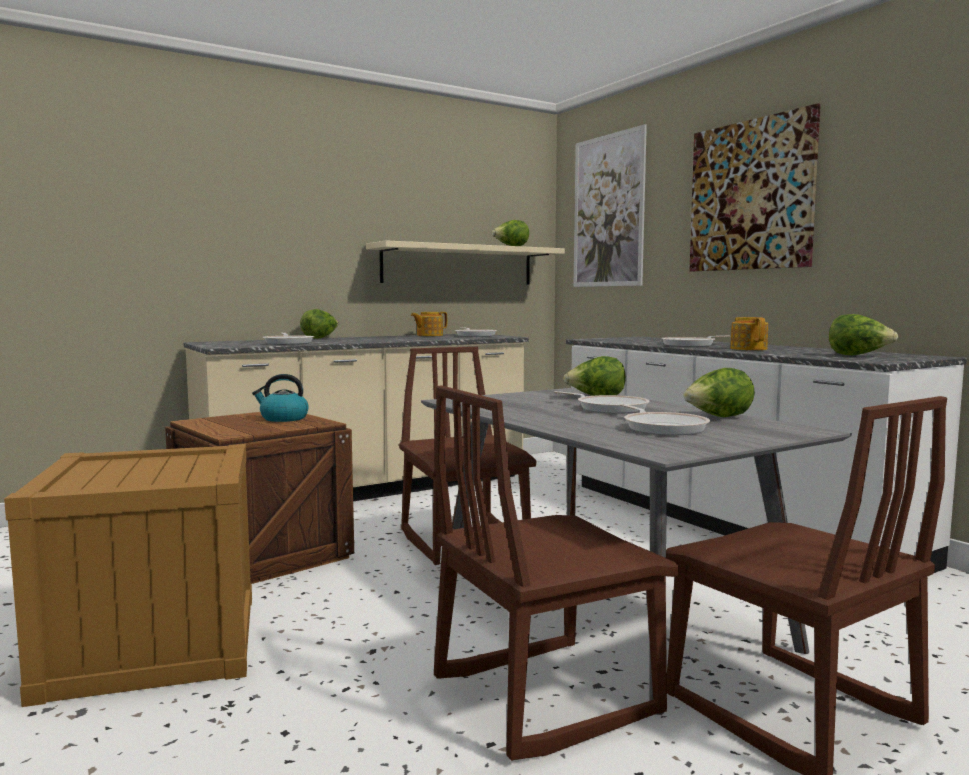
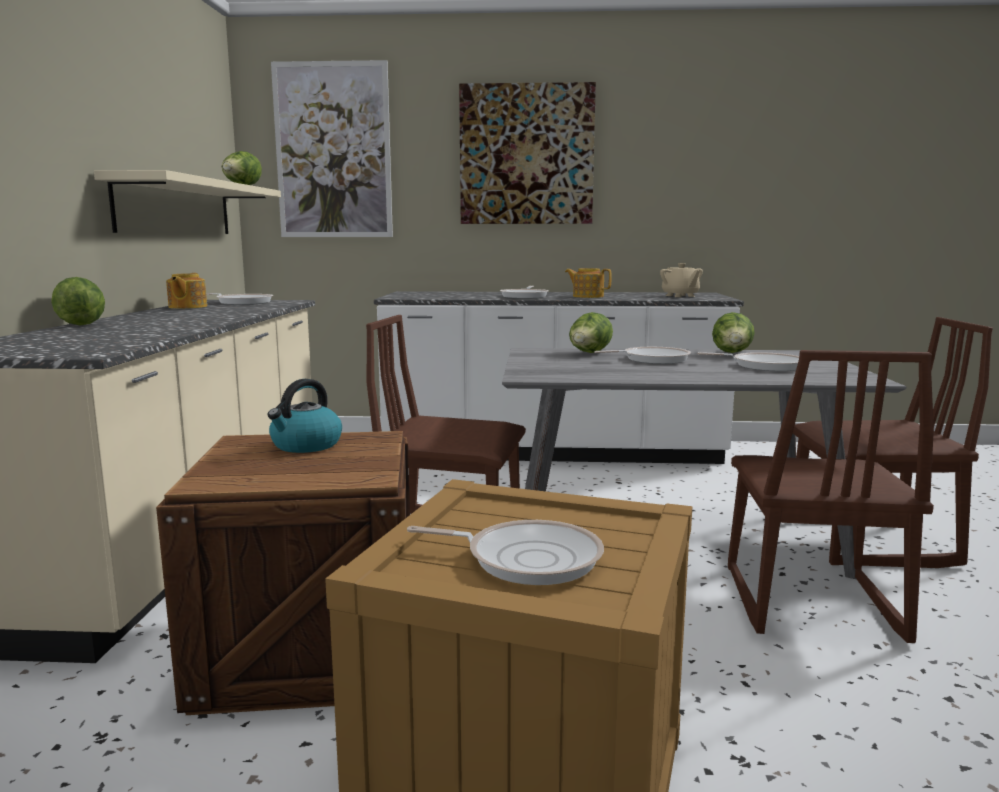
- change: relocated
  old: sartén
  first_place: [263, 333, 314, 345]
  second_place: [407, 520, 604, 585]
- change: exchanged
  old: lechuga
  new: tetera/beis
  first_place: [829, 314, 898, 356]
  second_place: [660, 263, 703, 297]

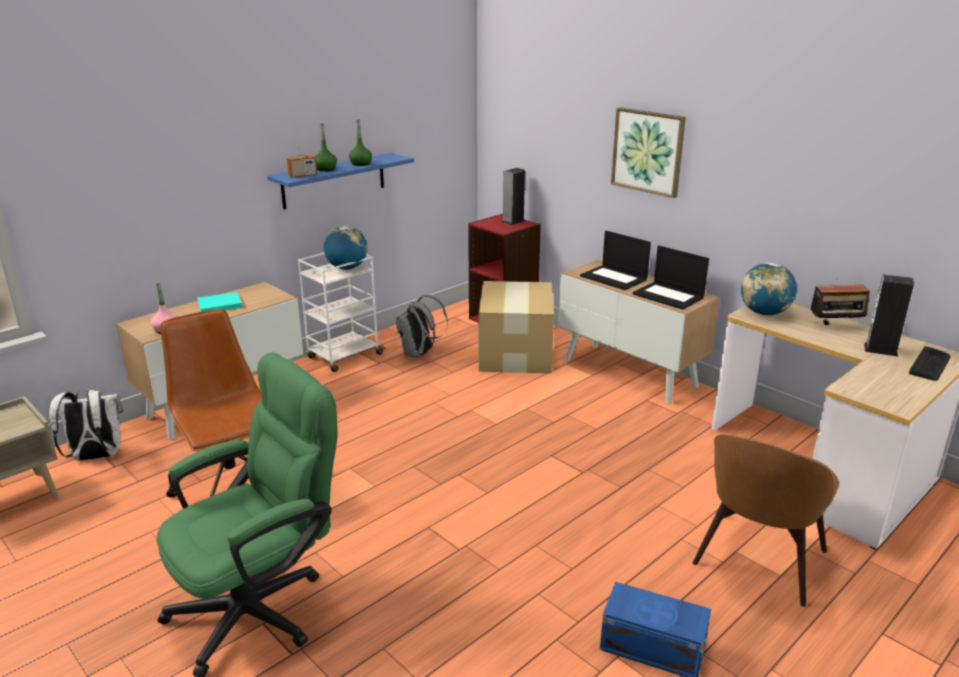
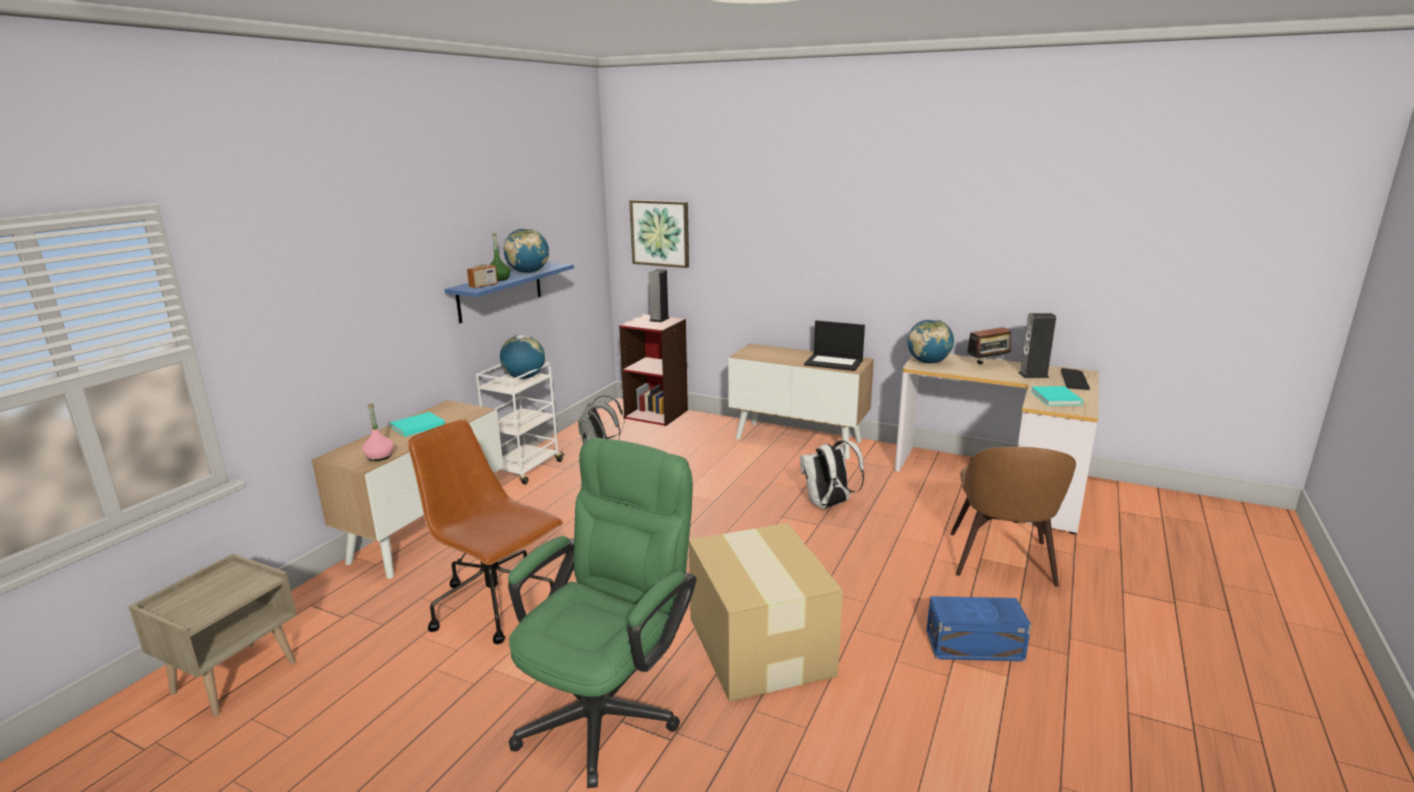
- change: relocated
  old: mochila/blanco
  first_place: [48, 390, 123, 461]
  second_place: [800, 440, 864, 509]
- change: exchanged
  old: botella/verde
  new: globo terráqueo
  first_place: [349, 119, 372, 166]
  second_place: [504, 228, 549, 273]
- change: relocated
  old: caja de cartón
  first_place: [479, 281, 554, 373]
  second_place: [689, 523, 843, 702]
- change: missing
  old: portátil
  first_place: [580, 231, 651, 290]
- change: relocated
  old: cuadro
  first_place: [611, 107, 686, 198]
  second_place: [629, 200, 689, 268]
- change: appeared
  new: libro/turquesa
  second_place: [1031, 386, 1083, 406]

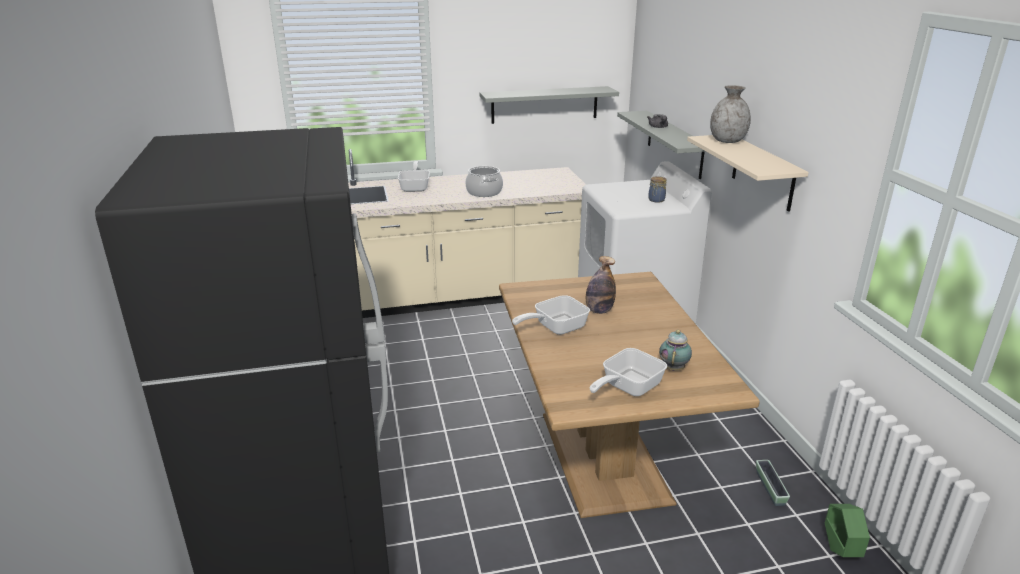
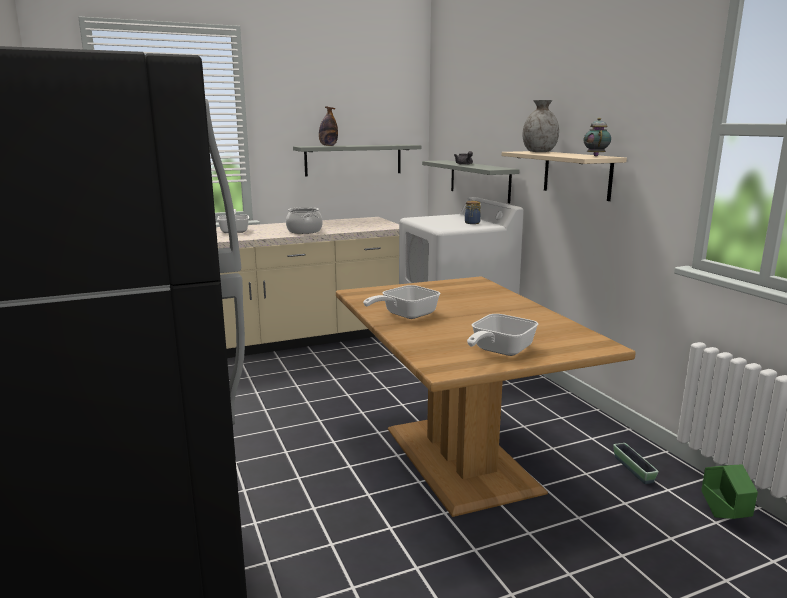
- change: relocated
  old: botella
  first_place: [586, 256, 616, 314]
  second_place: [319, 106, 338, 146]
- change: relocated
  old: tetera
  first_place: [659, 330, 692, 371]
  second_place: [584, 118, 611, 156]

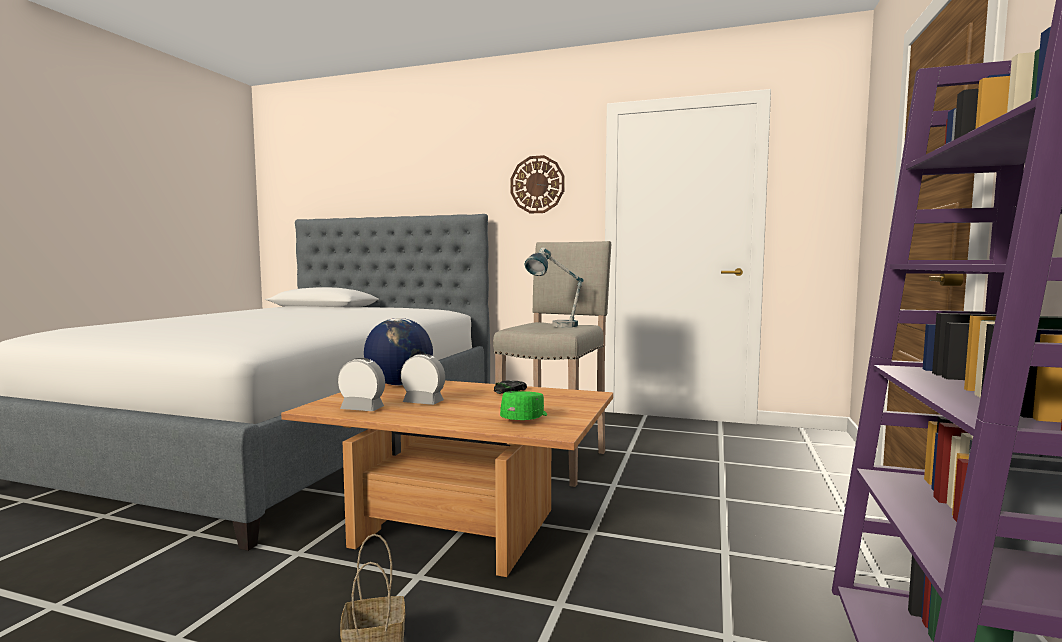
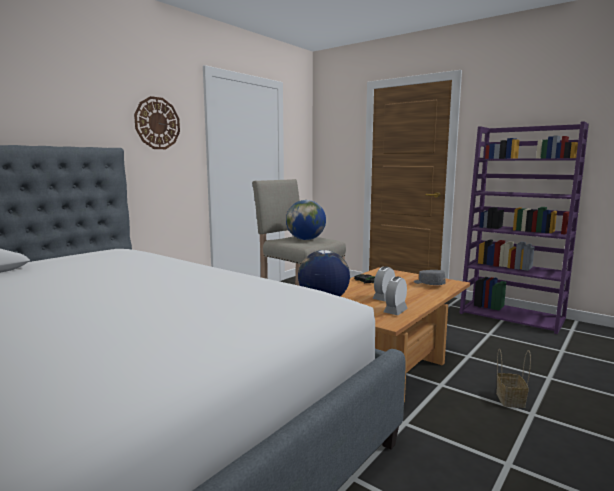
- change: colour
  old: gorra/verde
  new: gorra/gris
  first_place: [500, 391, 547, 420]
  second_place: [414, 270, 446, 285]
- change: exchanged
  old: lámpara de mesa
  new: globo terráqueo
  first_place: [524, 248, 584, 327]
  second_place: [286, 200, 326, 240]

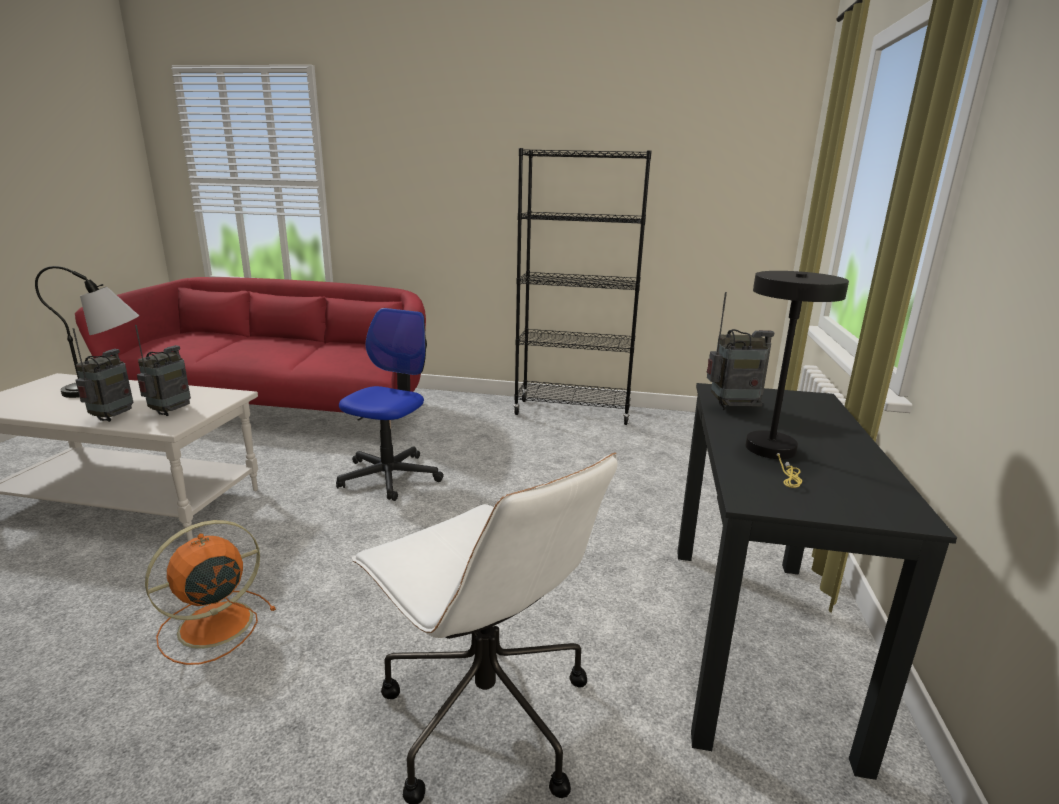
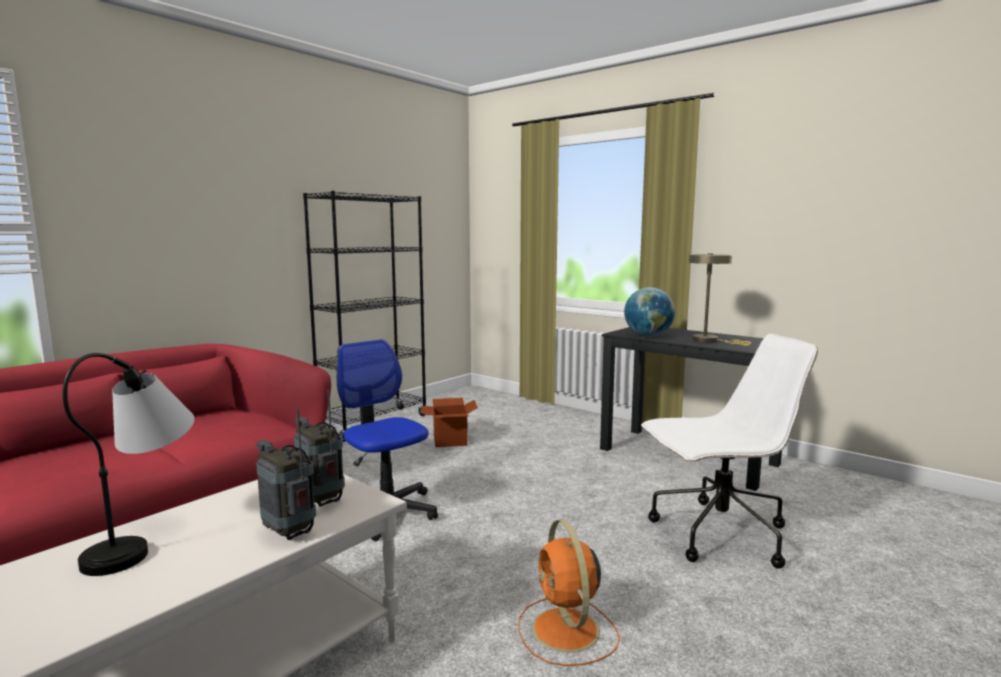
- change: exchanged
  old: radio
  new: globo terráqueo
  first_place: [707, 292, 775, 410]
  second_place: [624, 287, 675, 337]
- change: colour
  old: lámpara de mesa/negro
  new: lámpara de mesa/beis
  first_place: [745, 271, 849, 488]
  second_place: [689, 253, 751, 346]
- change: appeared
  new: caja de cartón
  second_place: [422, 398, 478, 447]

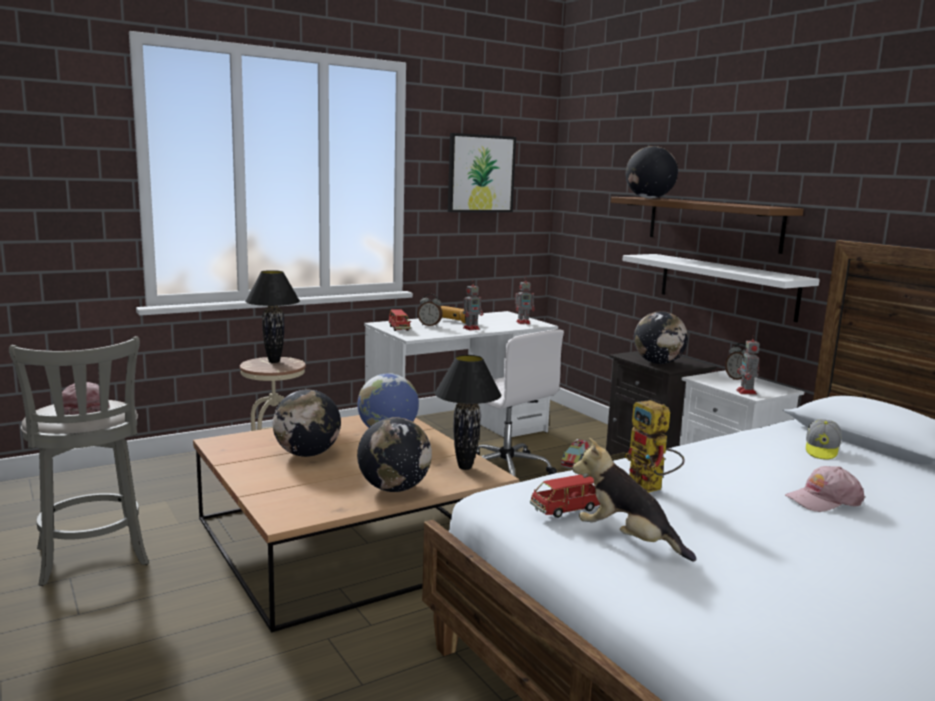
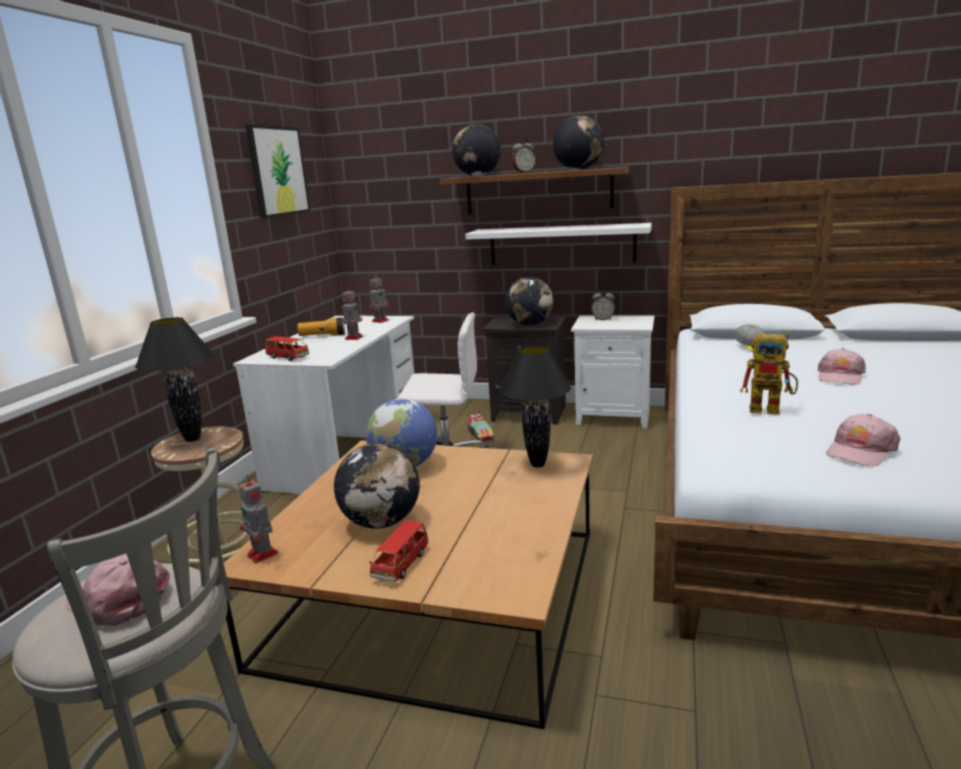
- change: relocated
  old: globo terráqueo
  first_place: [357, 417, 432, 492]
  second_place: [553, 116, 604, 170]
- change: relocated
  old: despertador
  first_place: [418, 294, 443, 327]
  second_place: [512, 138, 536, 173]
- change: relocated
  old: coche de juguete/rojo
  first_place: [530, 475, 600, 518]
  second_place: [369, 520, 429, 582]
- change: exchanged
  old: peluche
  new: gorra/rosa
  first_place: [572, 438, 696, 561]
  second_place: [826, 414, 900, 467]
- change: relocated
  old: robot de juguete
  first_place: [736, 334, 760, 395]
  second_place: [239, 474, 278, 563]

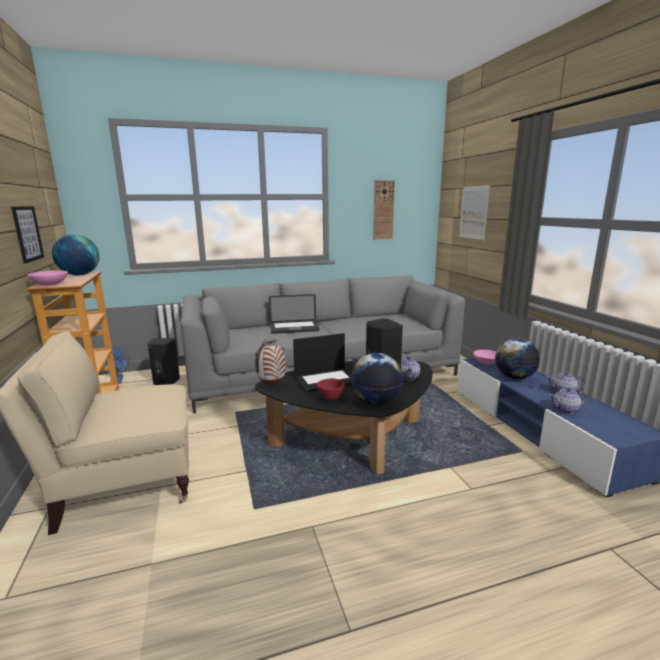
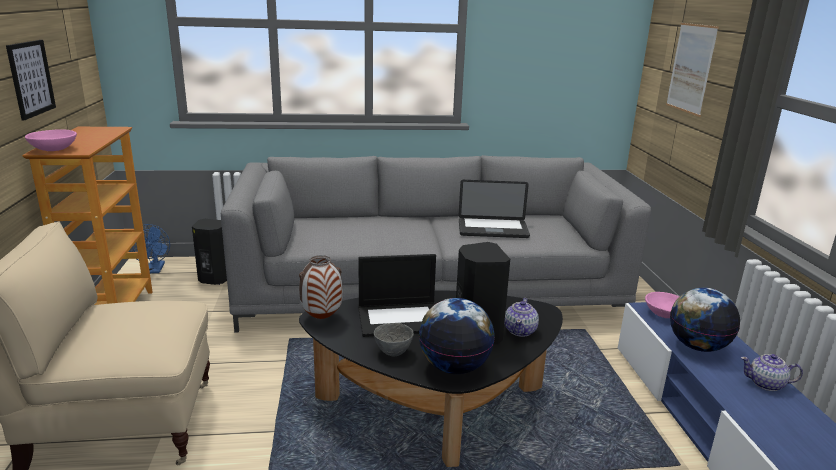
- change: missing
  old: globo terráqueo
  first_place: [52, 234, 100, 276]
- change: relocated
  old: portátil
  first_place: [269, 294, 320, 334]
  second_place: [458, 180, 530, 238]
- change: colour
  old: cuenco/rojo
  new: cuenco/gris
  first_place: [317, 378, 345, 401]
  second_place: [374, 323, 414, 356]
- change: missing
  old: reloj de pared
  first_place: [373, 180, 395, 240]
- change: missing
  old: tetera
  first_place: [549, 388, 586, 414]

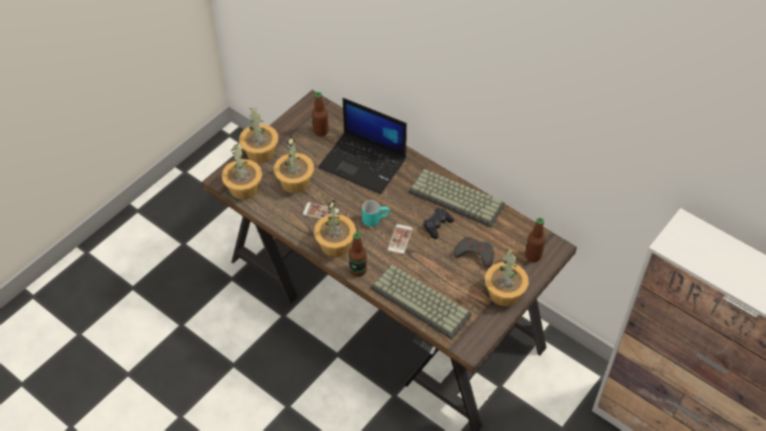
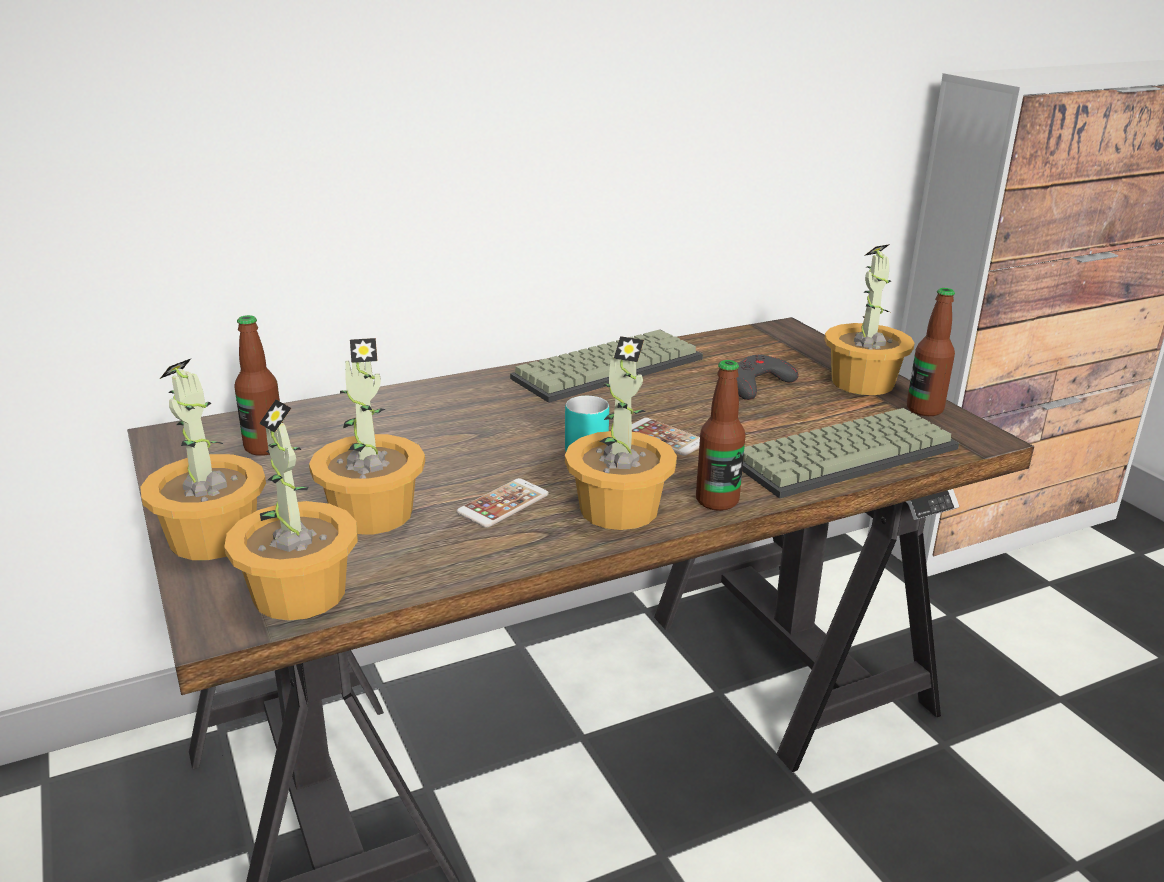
- change: missing
  old: portátil
  first_place: [318, 98, 407, 194]
- change: missing
  old: mando de consola/negro
  first_place: [423, 208, 454, 239]
- change: relocated
  old: botella
  first_place: [525, 218, 545, 262]
  second_place: [907, 288, 955, 416]

